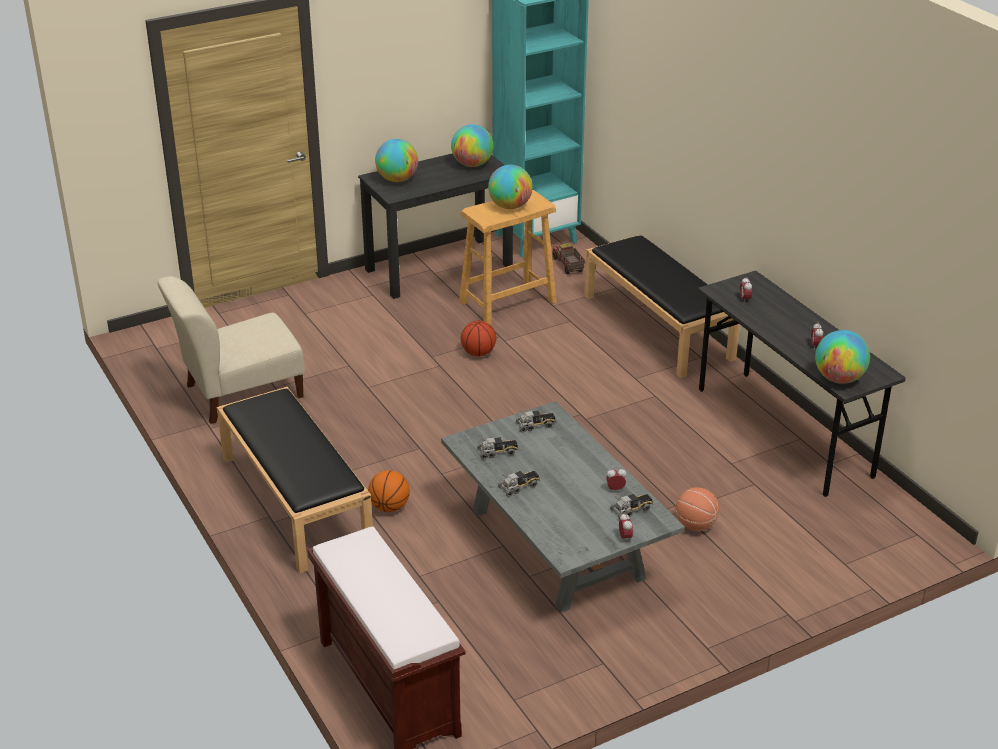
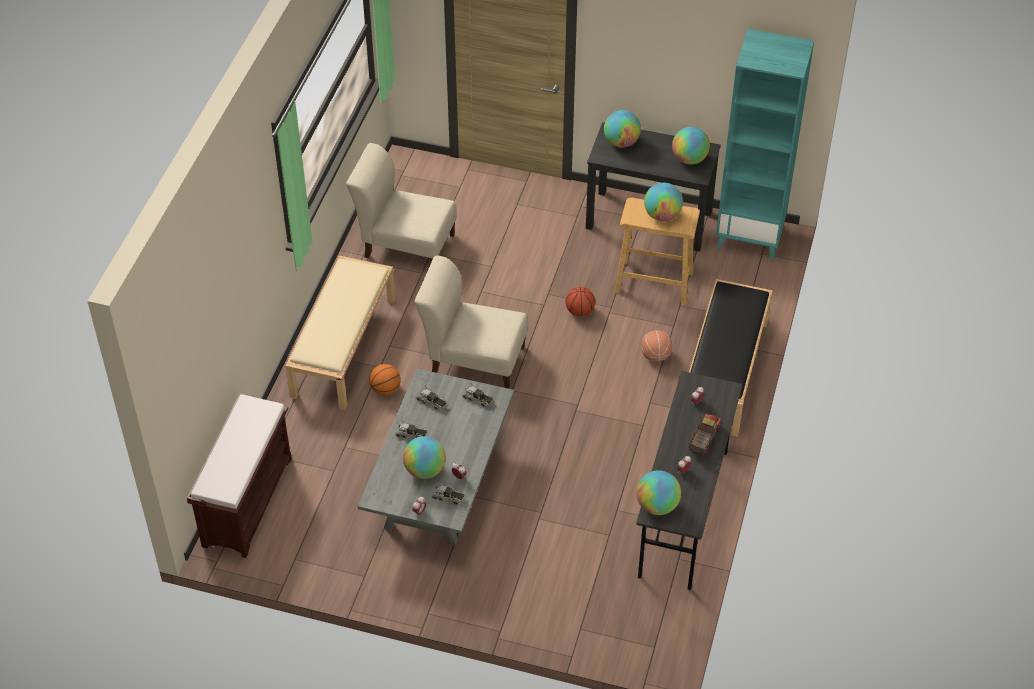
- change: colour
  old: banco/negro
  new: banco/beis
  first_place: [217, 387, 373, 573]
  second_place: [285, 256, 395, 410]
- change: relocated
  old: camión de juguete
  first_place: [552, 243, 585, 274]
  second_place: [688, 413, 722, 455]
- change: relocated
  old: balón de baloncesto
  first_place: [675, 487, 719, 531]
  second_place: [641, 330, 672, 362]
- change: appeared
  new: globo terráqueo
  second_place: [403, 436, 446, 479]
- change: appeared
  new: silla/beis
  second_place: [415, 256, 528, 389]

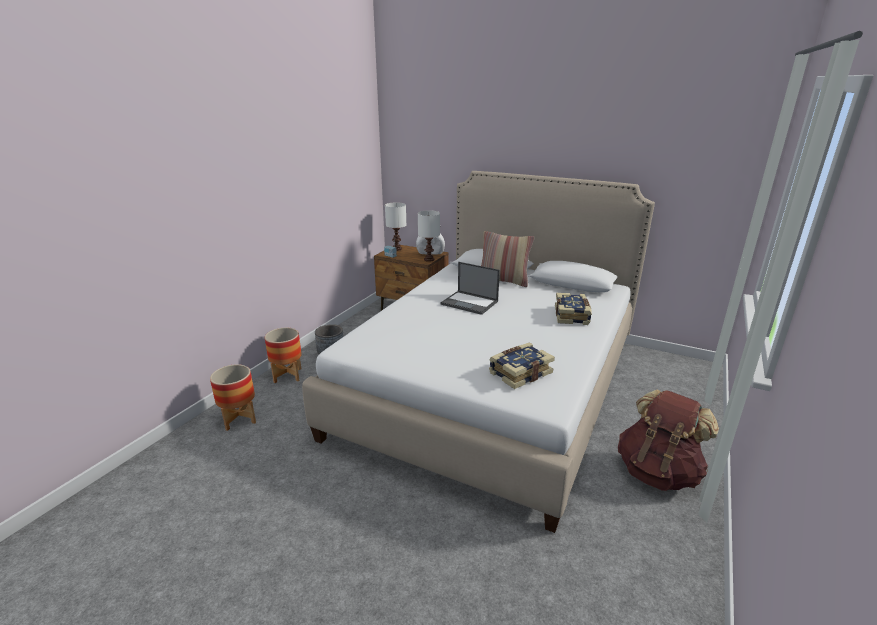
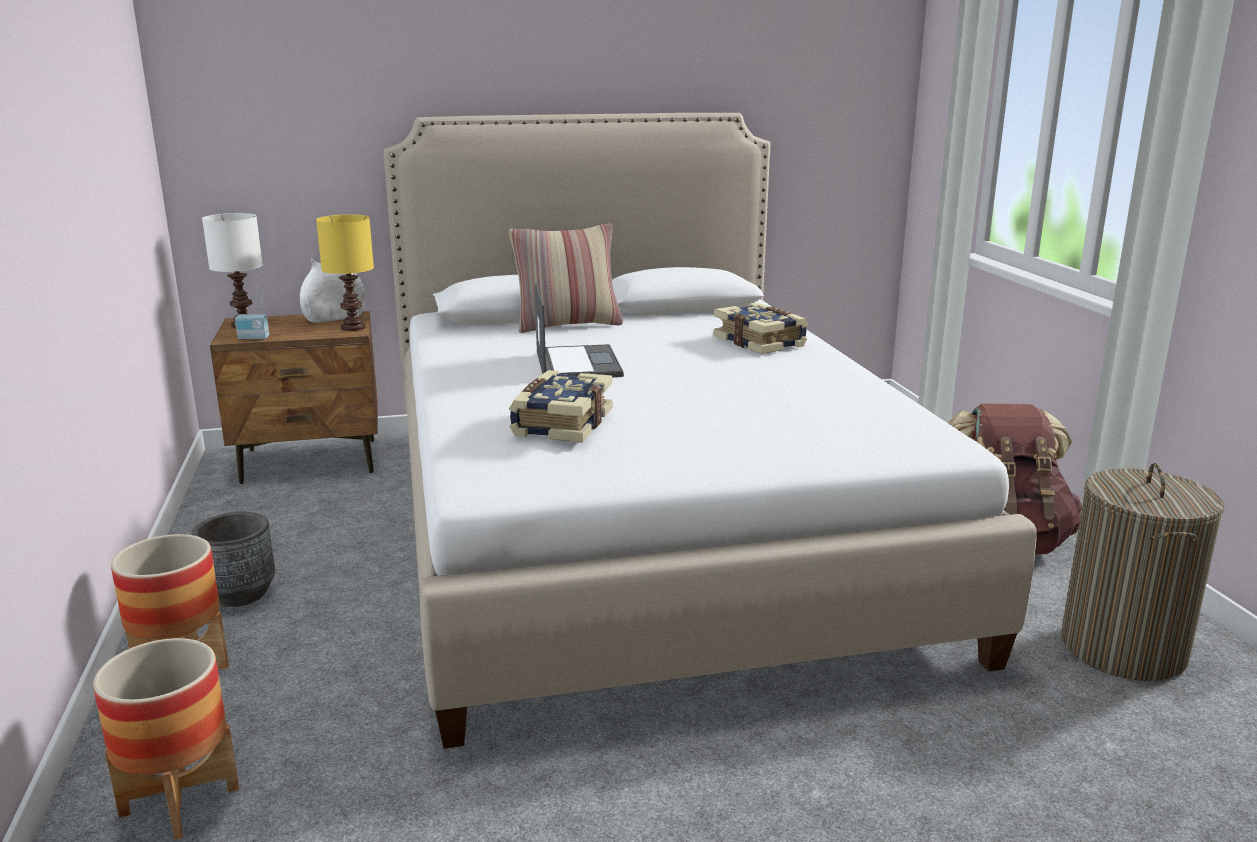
- change: colour
  old: lámpara de mesa/blanco
  new: lámpara de mesa/amarillo
  first_place: [418, 210, 440, 262]
  second_place: [316, 214, 374, 331]
- change: spun
  old: portátil
  first_place: [441, 262, 500, 315]
  second_place: [535, 283, 624, 377]
  degrees: -90
- change: relocated
  old: libro
  first_place: [489, 343, 555, 389]
  second_place: [509, 370, 612, 443]
- change: appeared
  new: cesto de la ropa
  second_place: [1061, 463, 1224, 681]

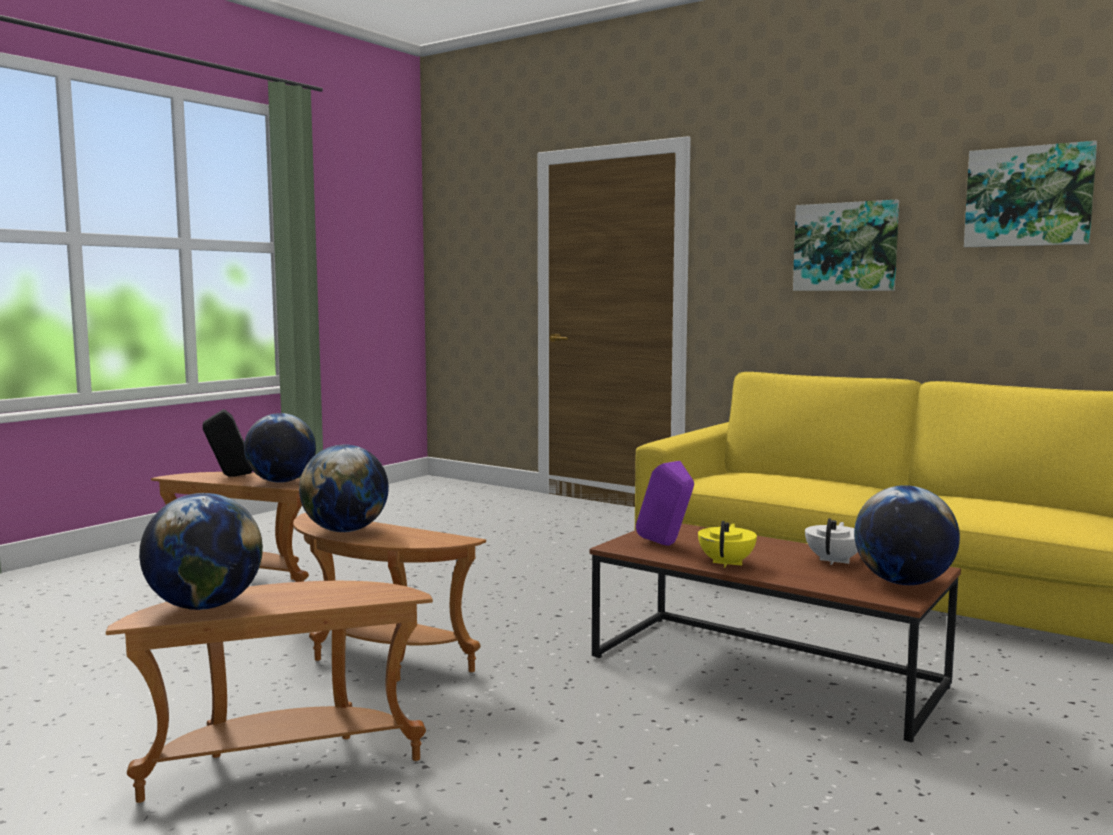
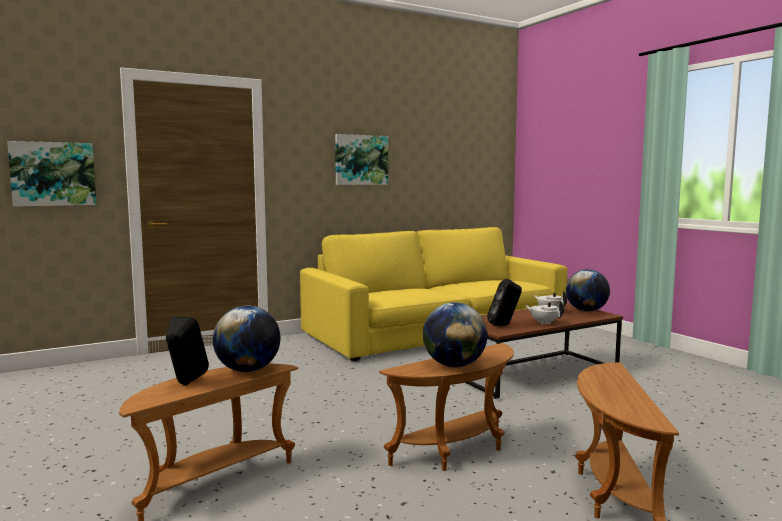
- change: missing
  old: globo terráqueo
  first_place: [139, 493, 263, 610]
- change: colour
  old: altavoz/morado
  new: altavoz/negro
  first_place: [636, 461, 694, 546]
  second_place: [487, 279, 522, 326]
- change: colour
  old: tetera/amarillo
  new: tetera/blanco
  first_place: [698, 521, 757, 568]
  second_place: [525, 300, 564, 325]
- change: relocated
  old: cuadro
  first_place: [964, 141, 1097, 247]
  second_place: [7, 141, 97, 206]

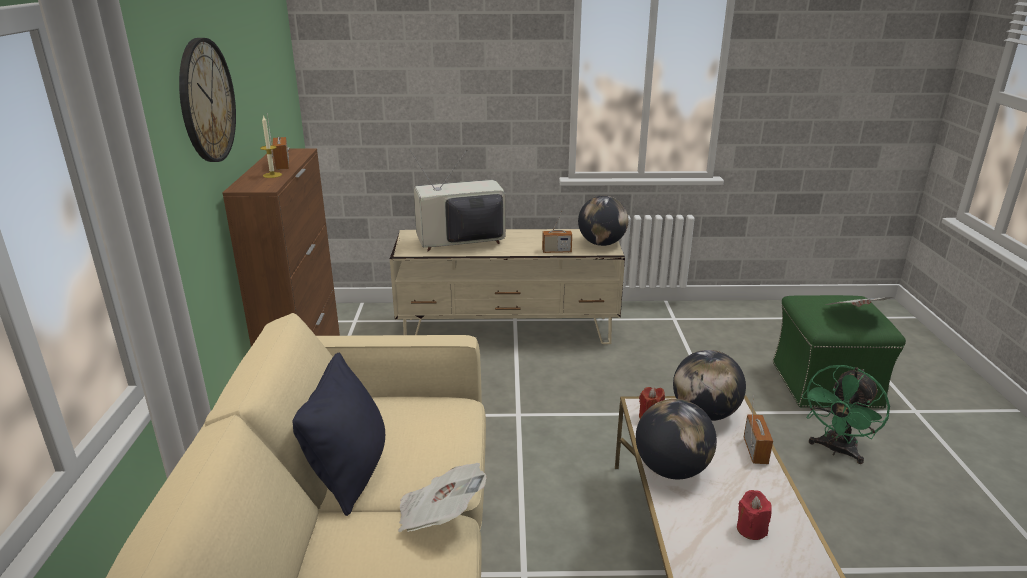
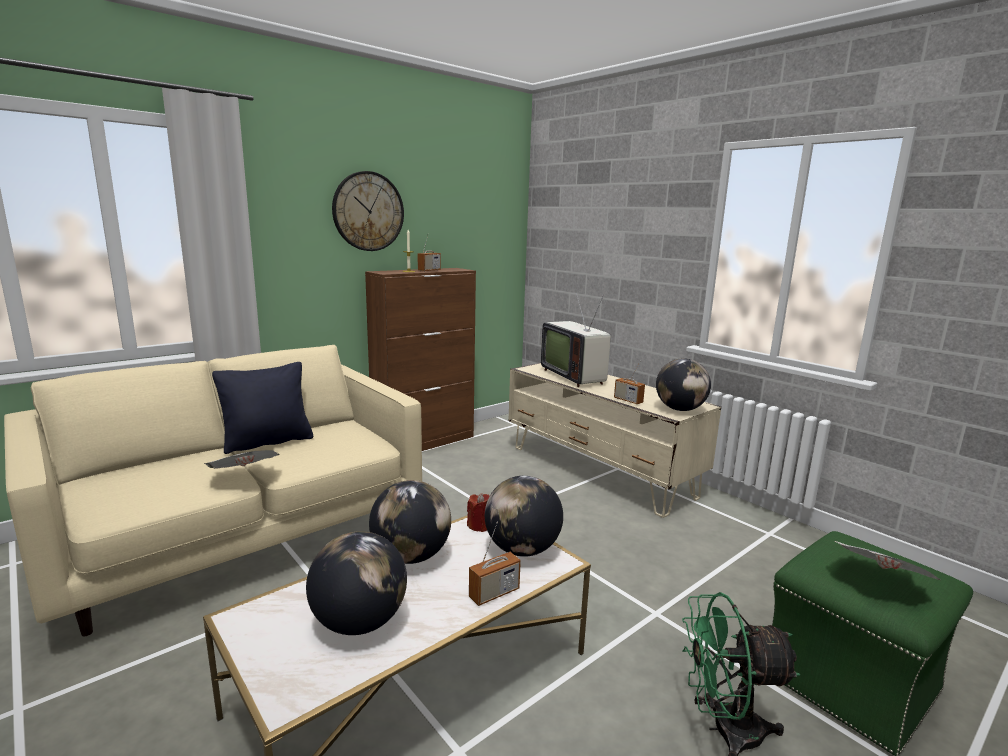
- change: spun
  old: televisor
  first_place: [409, 149, 506, 251]
  second_place: [541, 292, 611, 387]
  degrees: -150
- change: exchanged
  old: vela/rojo
  new: globo terráqueo
  first_place: [737, 490, 772, 540]
  second_place: [306, 531, 407, 635]

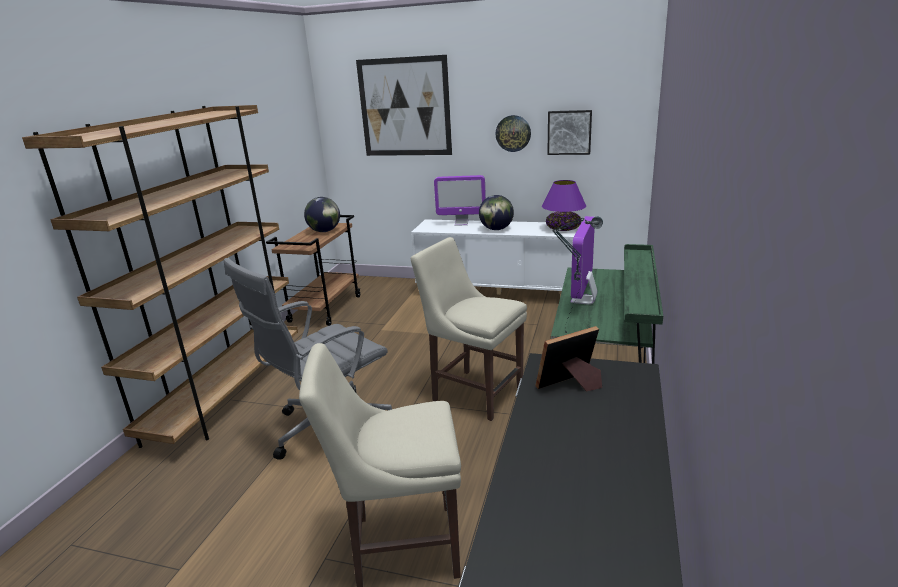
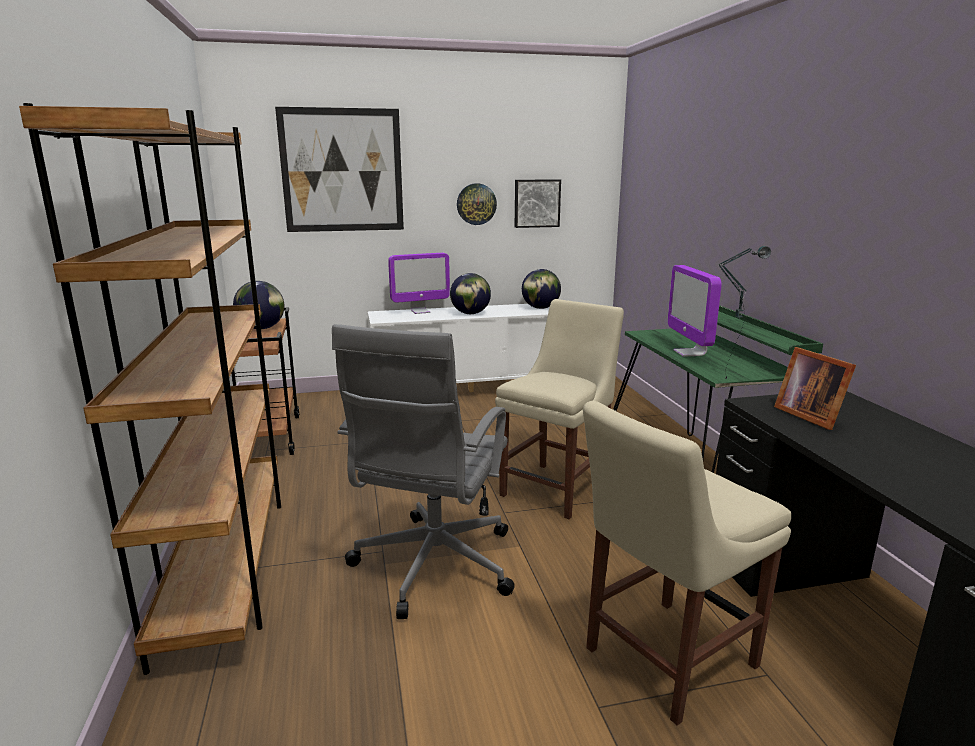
- change: spun
  old: silla/beis
  first_place: [411, 237, 527, 421]
  second_place: [495, 299, 624, 519]
  degrees: 120
- change: spun
  old: portarretratos
  first_place: [535, 326, 602, 392]
  second_place: [774, 347, 856, 430]
  degrees: -60
- change: exchanged
  old: lámpara de mesa/morado
  new: globo terráqueo
  first_place: [542, 180, 586, 231]
  second_place: [522, 269, 561, 309]

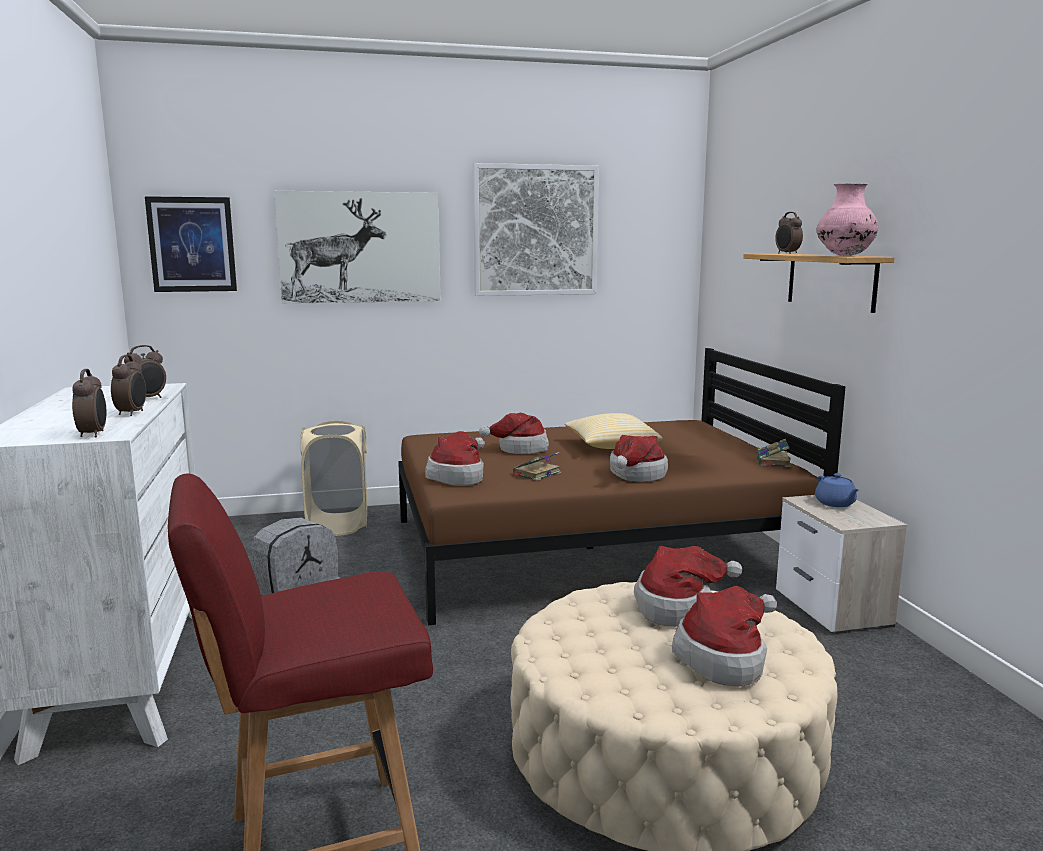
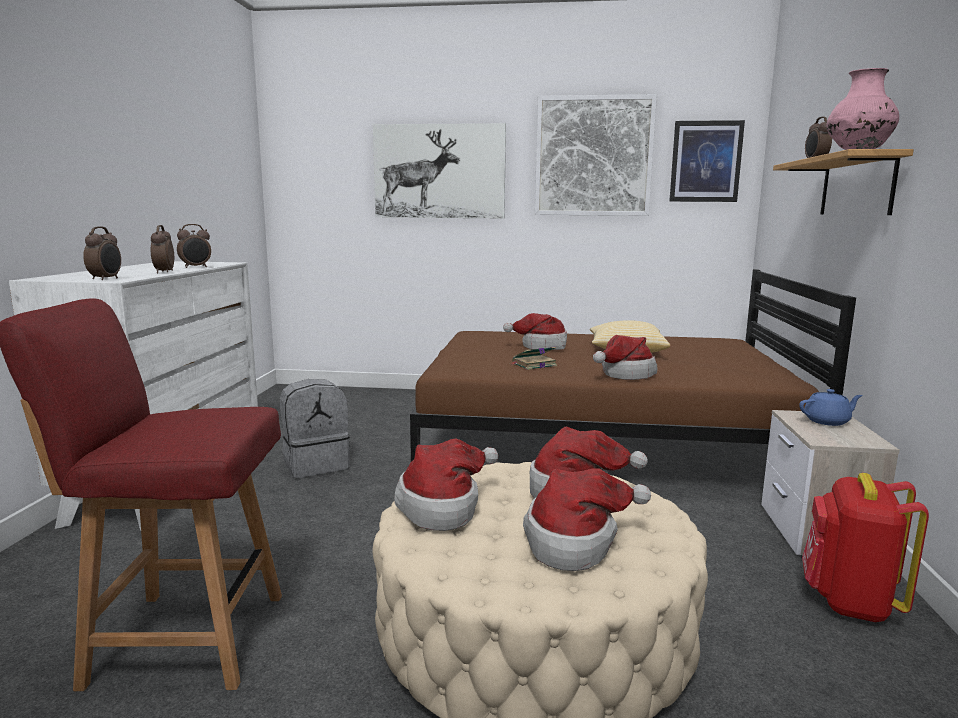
- change: spun
  old: despertador
  first_place: [111, 355, 146, 416]
  second_place: [151, 225, 174, 274]
  degrees: 150
- change: relocated
  old: cuadro
  first_place: [145, 196, 237, 292]
  second_place: [669, 120, 745, 202]
- change: missing
  old: cesto de la ropa/beis
  first_place: [301, 421, 367, 536]
- change: relocated
  old: sombrero
  first_place: [425, 431, 485, 486]
  second_place: [394, 438, 498, 531]
- change: missing
  old: libro
  first_place: [757, 439, 791, 467]
- change: spun
  old: tetera/azul
  first_place: [815, 473, 859, 507]
  second_place: [799, 389, 863, 426]
  degrees: -105
- change: appeared
  new: mochila/rojo
  second_place: [802, 473, 929, 622]

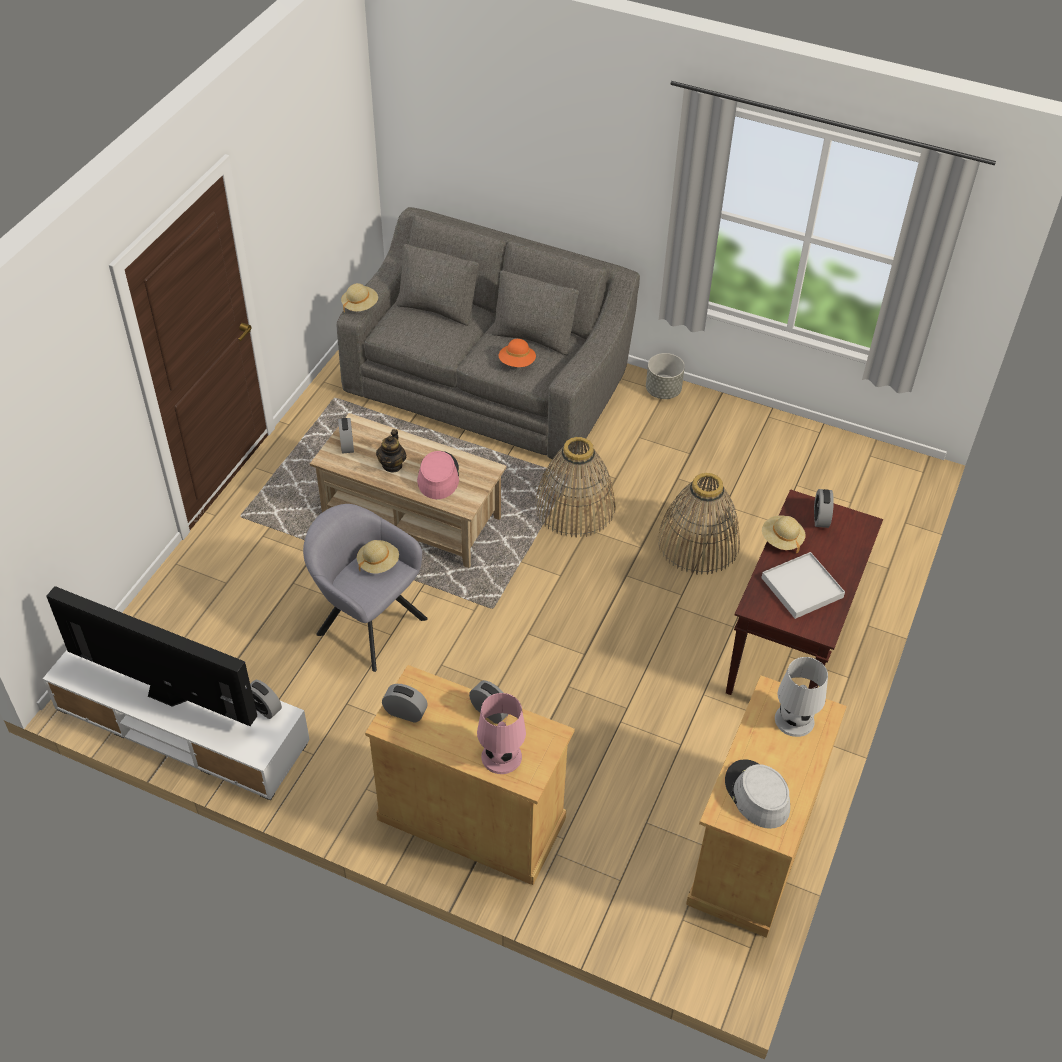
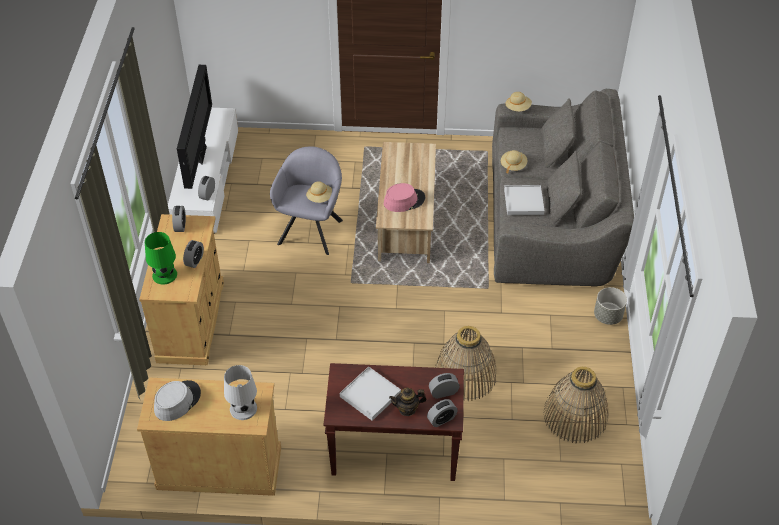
- change: relocated
  old: despertador
  first_place: [338, 418, 354, 454]
  second_place: [427, 399, 458, 427]
- change: relocated
  old: tetera
  first_place: [376, 429, 407, 473]
  second_place: [389, 388, 427, 416]
- change: colour
  old: lámpara de mesa/rosa
  new: lámpara de mesa/verde
  first_place: [477, 693, 526, 774]
  second_place: [145, 232, 177, 285]
- change: exchanged
  old: sombrero/naranja
  new: bandeja/blanco
  first_place: [498, 339, 536, 367]
  second_place: [504, 185, 545, 215]
- change: relocated
  old: cesta
  first_place: [535, 437, 615, 538]
  second_place: [543, 366, 609, 443]
- change: relocated
  old: sombrero/beis
  first_place: [762, 515, 806, 553]
  second_place: [501, 150, 528, 174]

